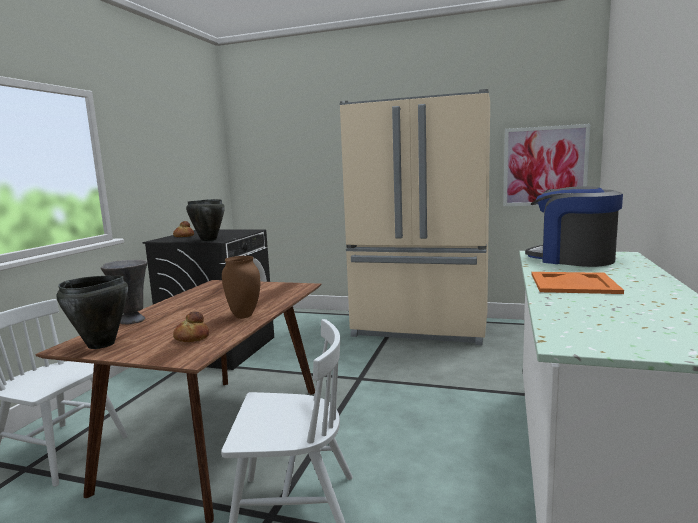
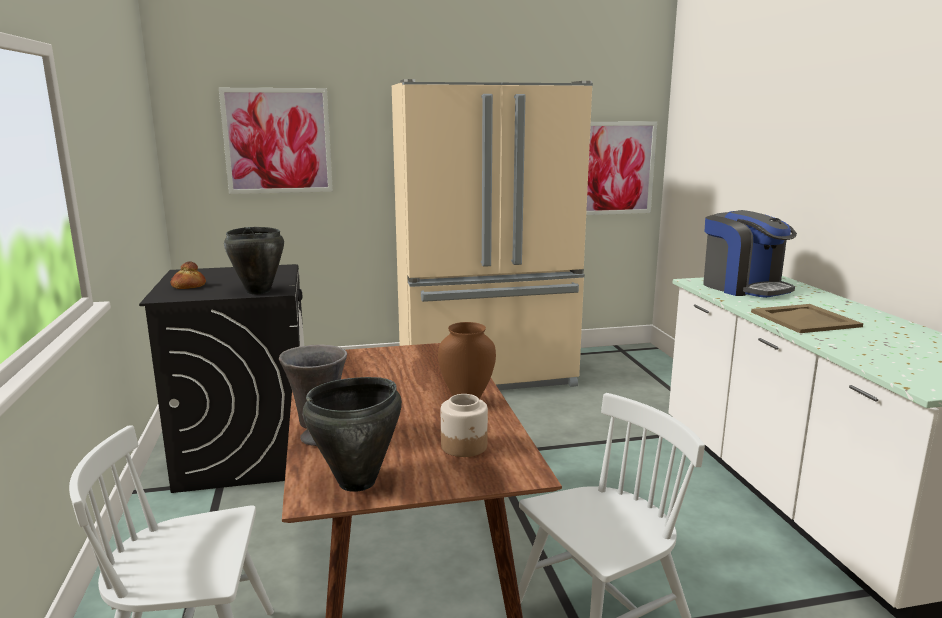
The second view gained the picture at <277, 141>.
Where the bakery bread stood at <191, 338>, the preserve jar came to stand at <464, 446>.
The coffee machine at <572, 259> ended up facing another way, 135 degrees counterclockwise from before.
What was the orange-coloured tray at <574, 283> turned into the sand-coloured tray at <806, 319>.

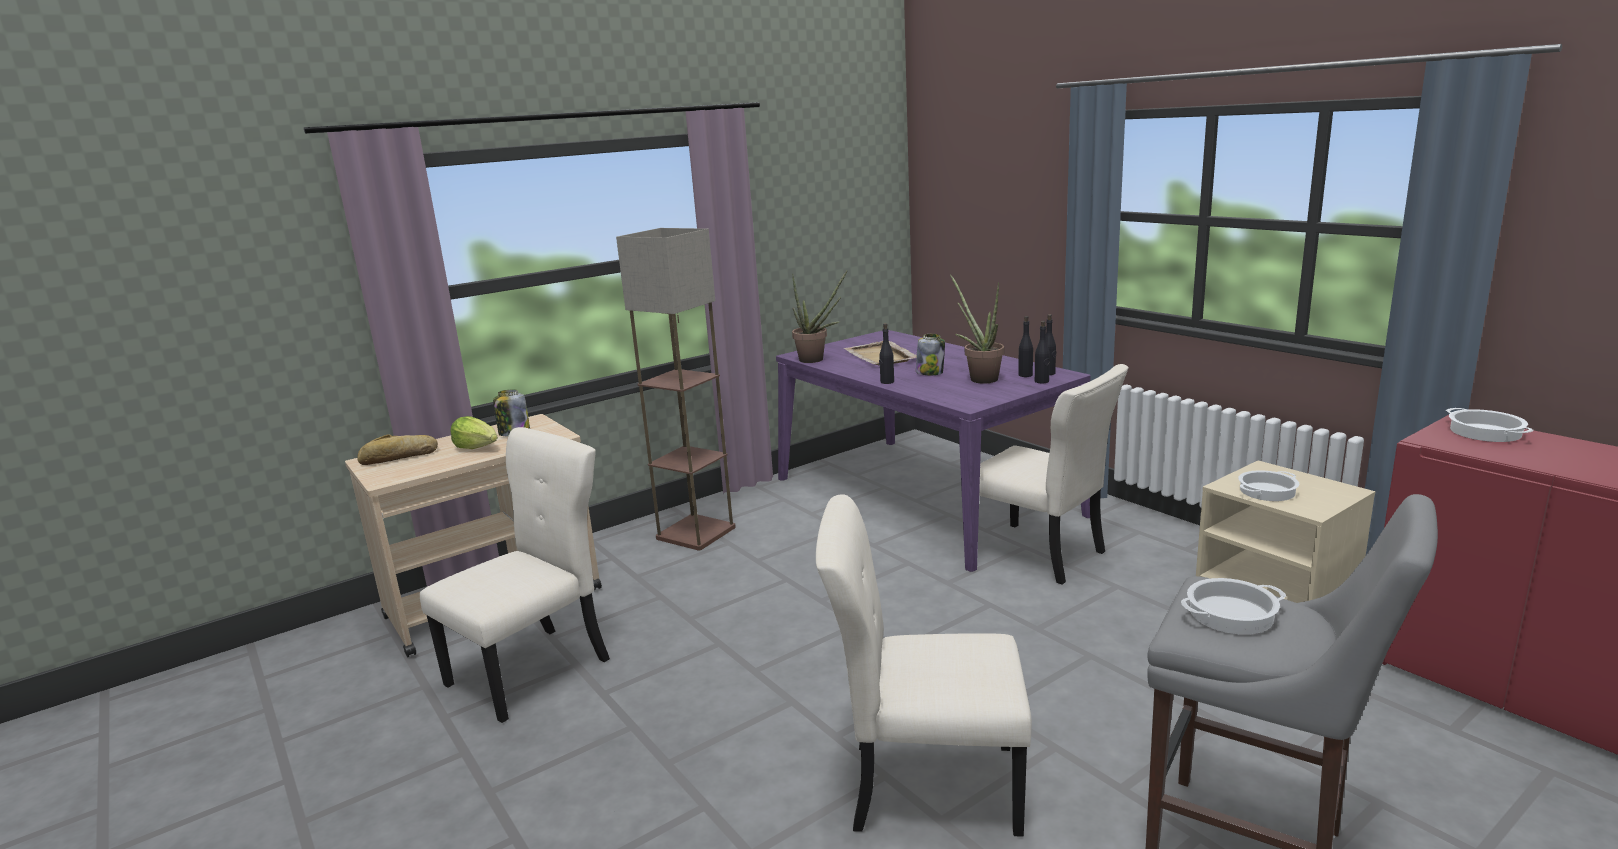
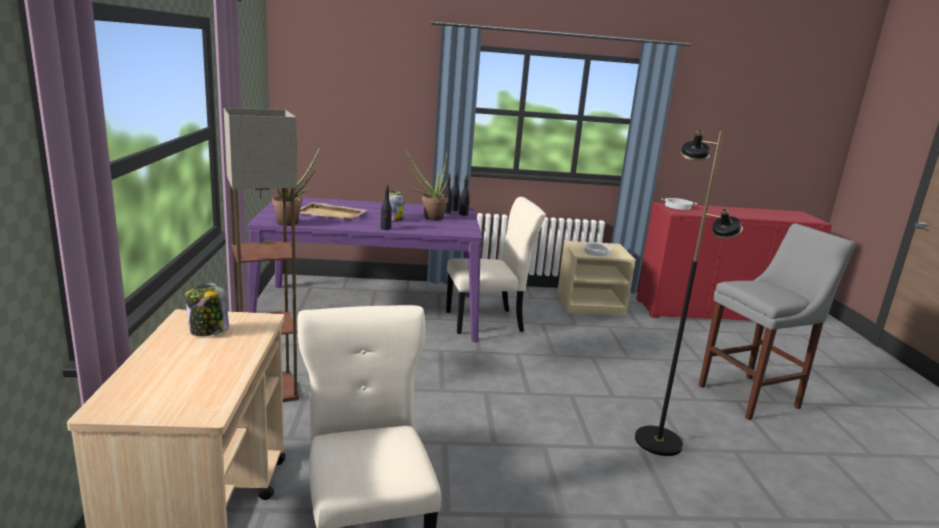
Where the sand-coloured upright chair stood at <926, 786>, the black-coloured standing lamp came to stand at <658, 441>.
The second view lost the bakery bread at <399, 457>.
The second view lost the lettuce at <477, 447>.
The second view lost the saucepot at <1231, 615>.

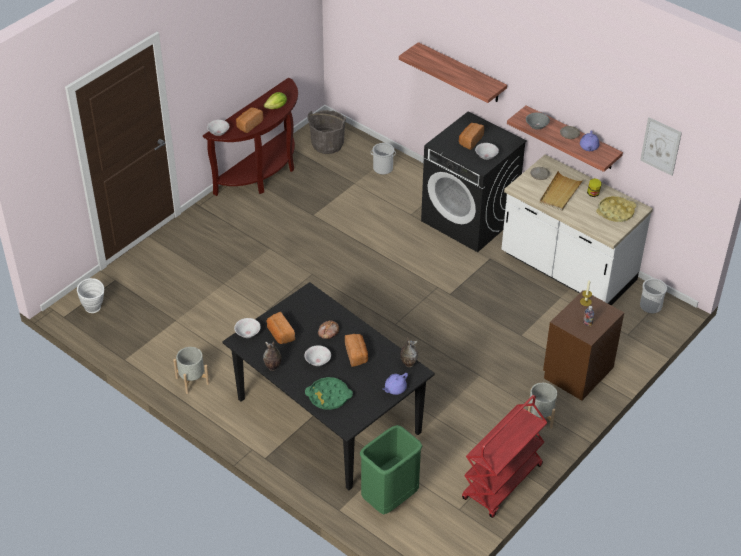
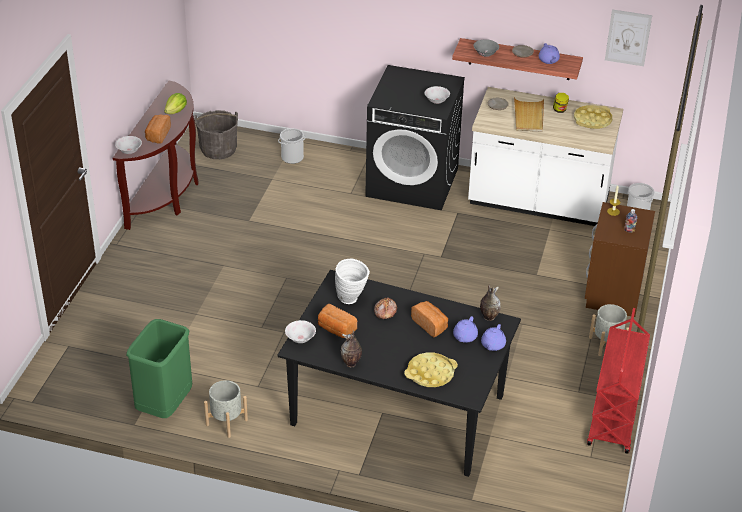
The green-coloured rubbish bin ended up elsewhere, having gone from <389, 498> to <164, 405>.
The white flower vase ended up elsewhere, having gone from <94, 310> to <352, 299>.
What was the green-coloured tray at <328, 396> turned into the yellow tray at <430, 373>.
The second view gained the purple teapot at <464, 337>.
The second view lost the white serving bowl at <317, 362>.
The second view lost the shelf at <461, 73>.
The second view lost the bakery bread at <470, 141>.

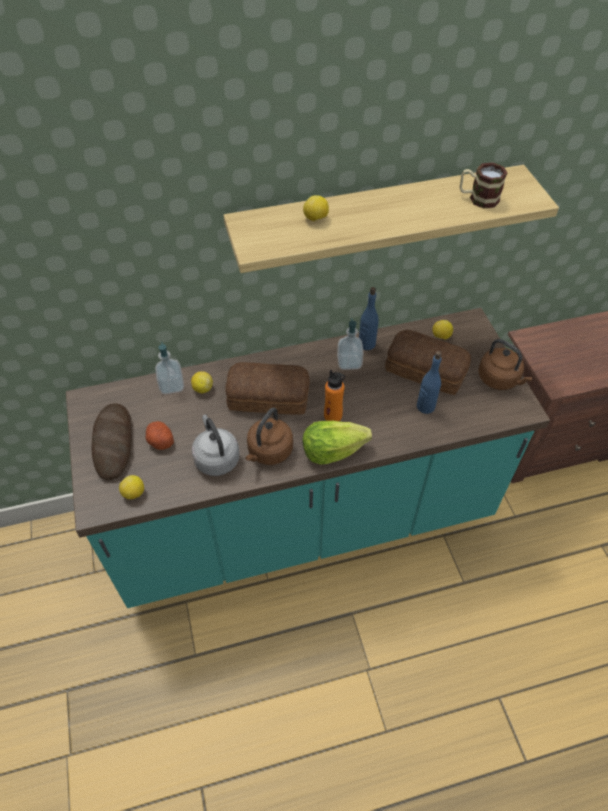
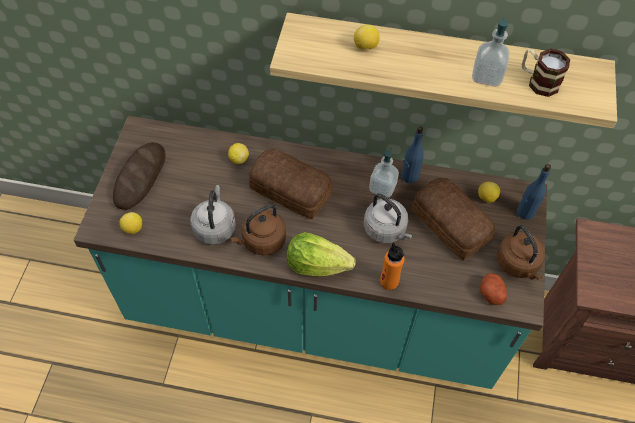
The second view gained the grey kettle at <386, 230>.
The orange-coloured beverage bottle ended up elsewhere, having gone from <333, 416> to <389, 281>.
The soap bottle ended up elsewhere, having gone from <171, 385> to <486, 76>.
The potato ended up elsewhere, having gone from <160, 440> to <491, 293>.
The bluish beverage bottle ended up elsewhere, having gone from <425, 406> to <525, 212>.

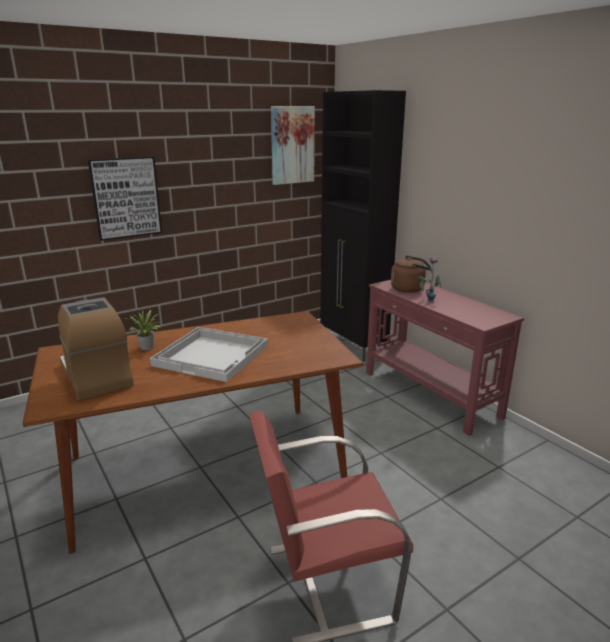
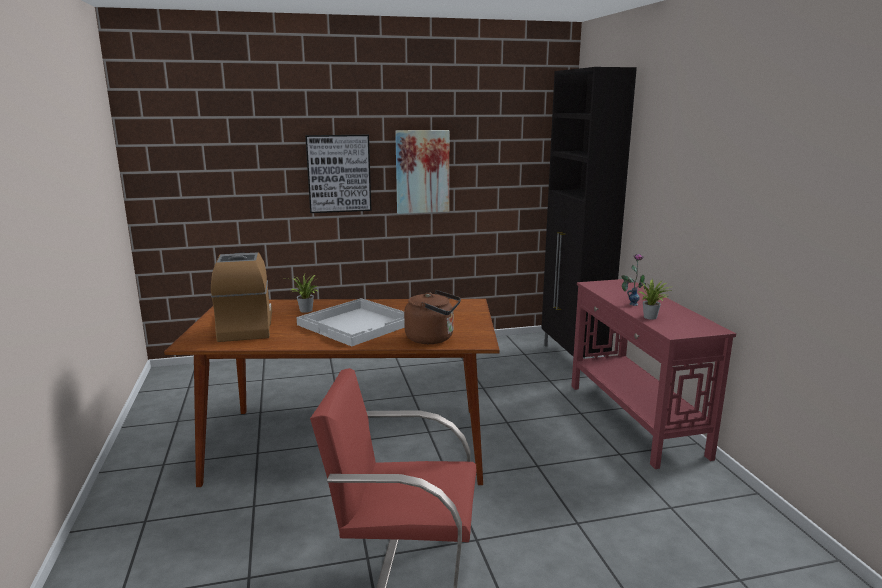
The picture ended up elsewhere, having gone from <292, 145> to <422, 171>.
The brown kettle ended up elsewhere, having gone from <409, 289> to <433, 338>.
The second view gained the plant in a pot at <651, 317>.

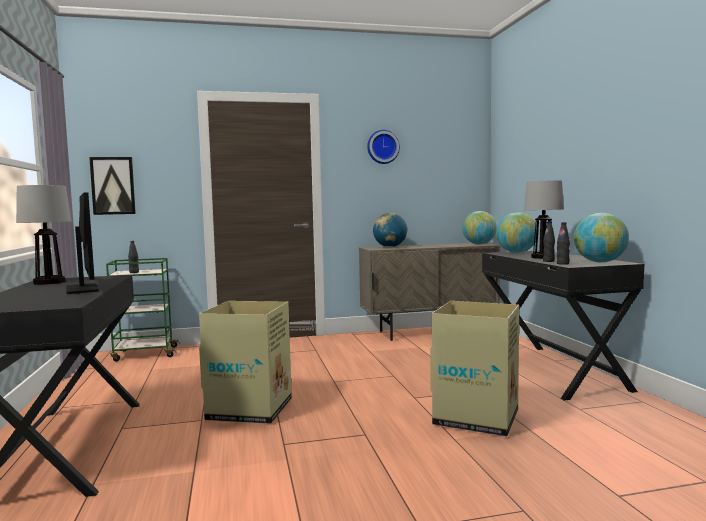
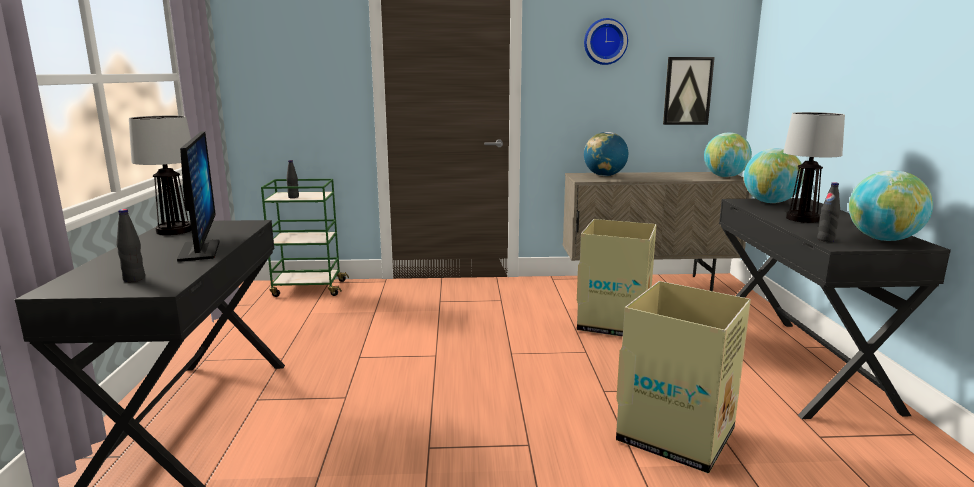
The black-coloured beverage bottle ended up elsewhere, having gone from <548, 261> to <134, 279>.
The packing box ended up elsewhere, having gone from <251, 409> to <614, 323>.
The picture ended up elsewhere, having gone from <113, 186> to <687, 91>.

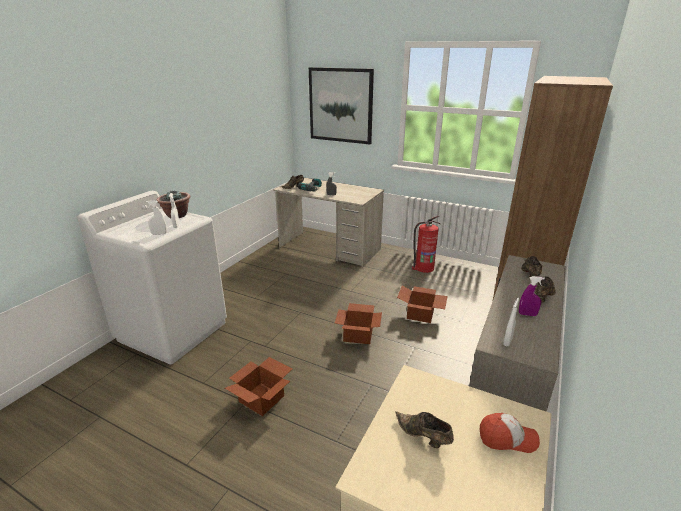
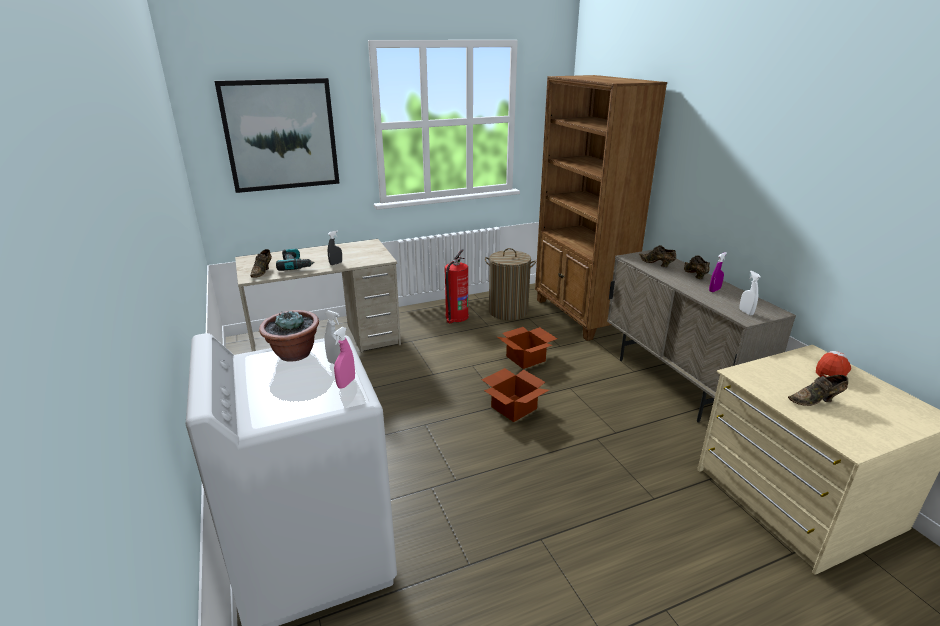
What was the white hand sprayer at <159, 234> turned into the pink hand sprayer at <346, 383>.
The second view gained the hamper at <508, 311>.
The second view lost the packing box at <263, 398>.

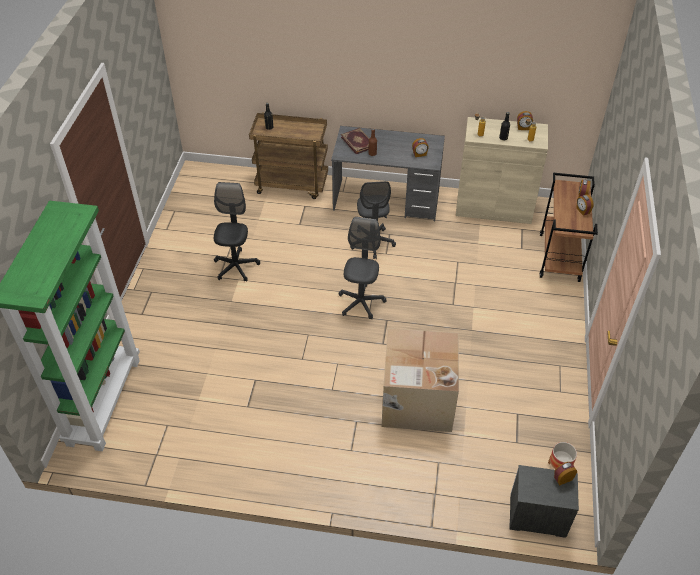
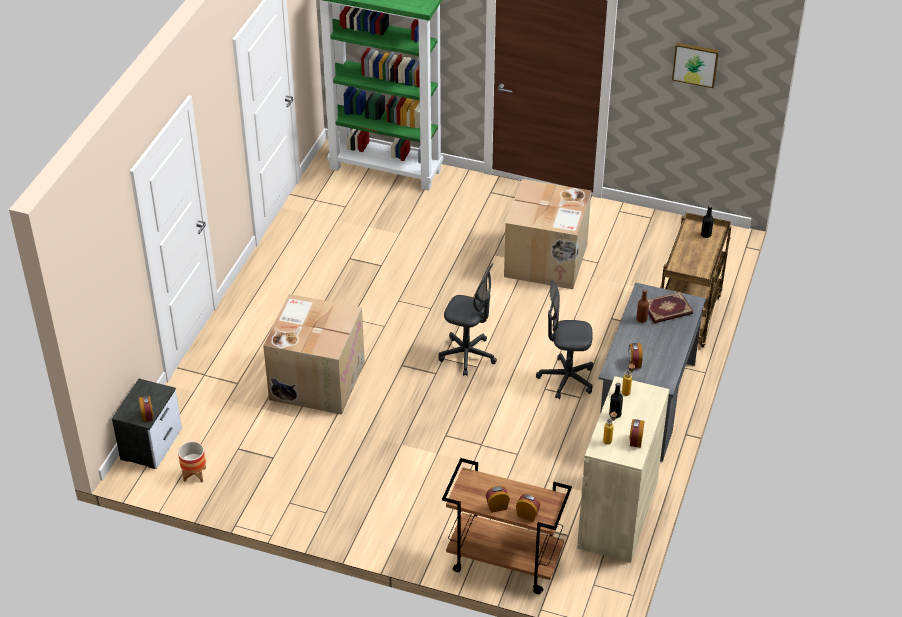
Where the black-coloured computer chair stood at <236, 267>, the packing box came to stand at <546, 261>.
The second view gained the picture at <695, 63>.

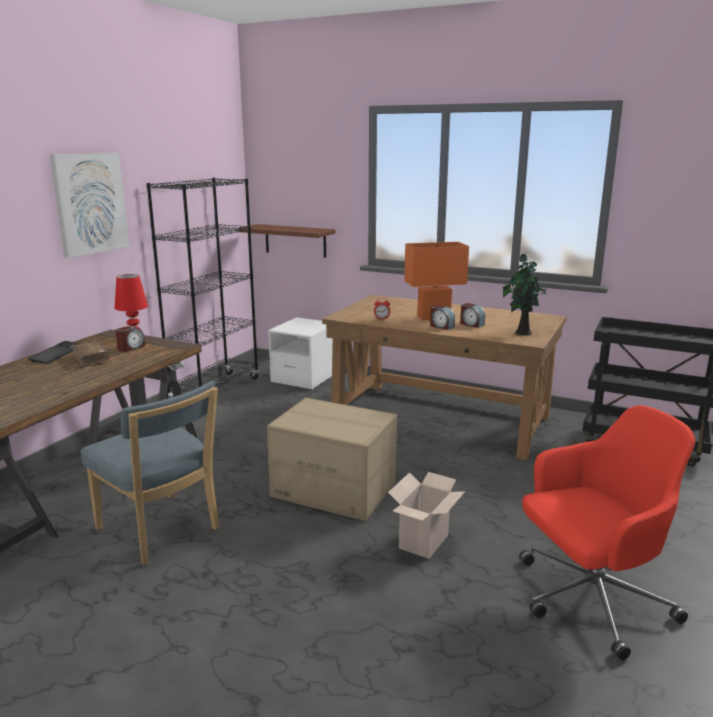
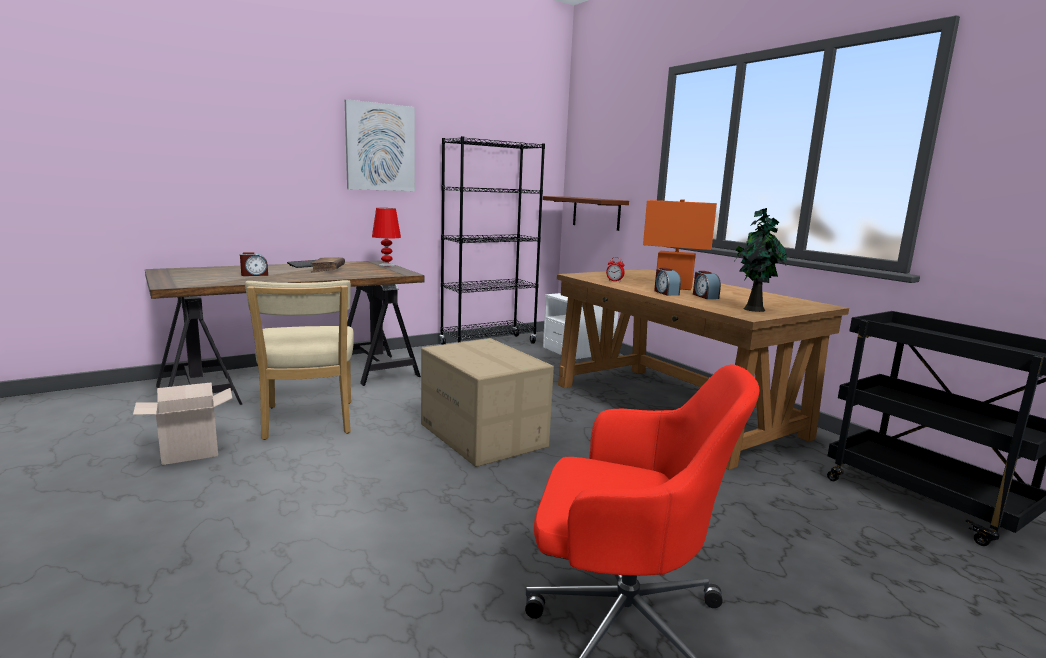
The packing box ended up elsewhere, having gone from <424, 543> to <188, 454>.
The table clock ended up elsewhere, having gone from <131, 348> to <254, 275>.
What was the bluish upright chair at <161, 531> turned into the sand-coloured upright chair at <308, 422>.

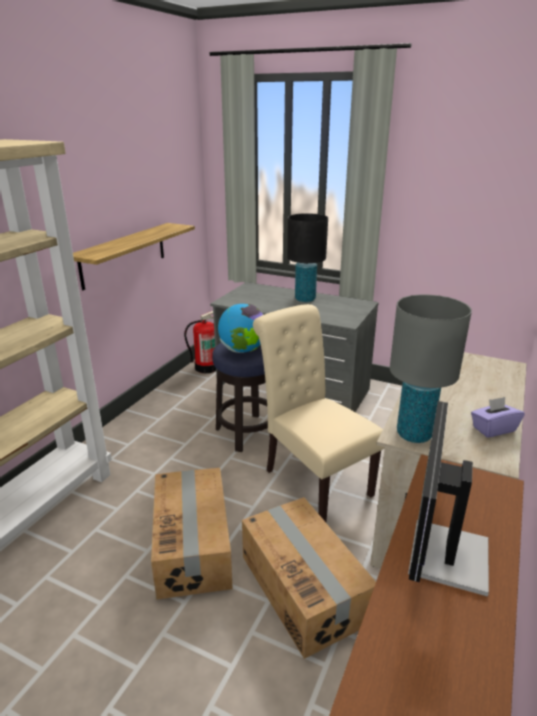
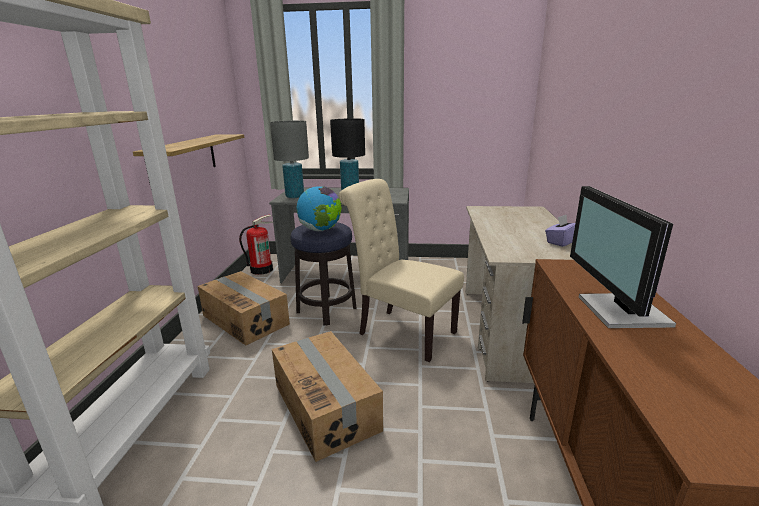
The packing box ended up elsewhere, having gone from <304, 587> to <246, 319>.
The grey lamp for a table ended up elsewhere, having gone from <414, 434> to <295, 196>.

